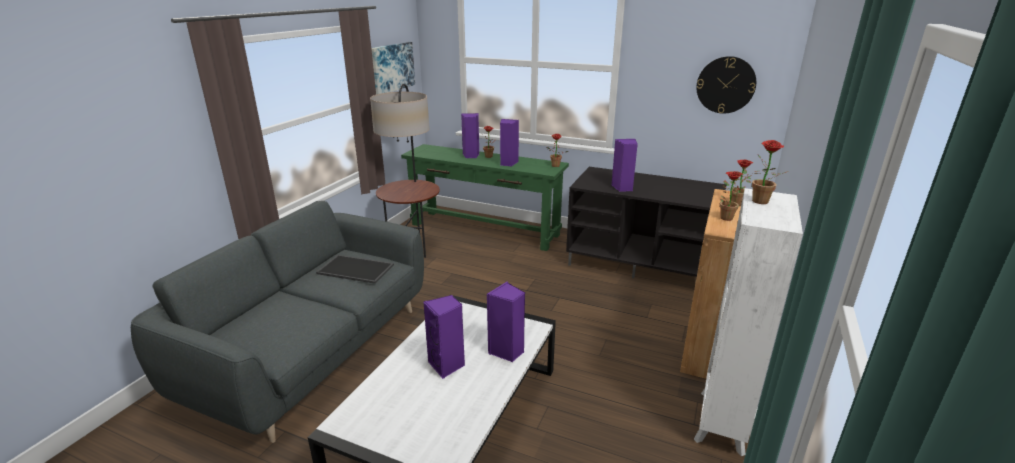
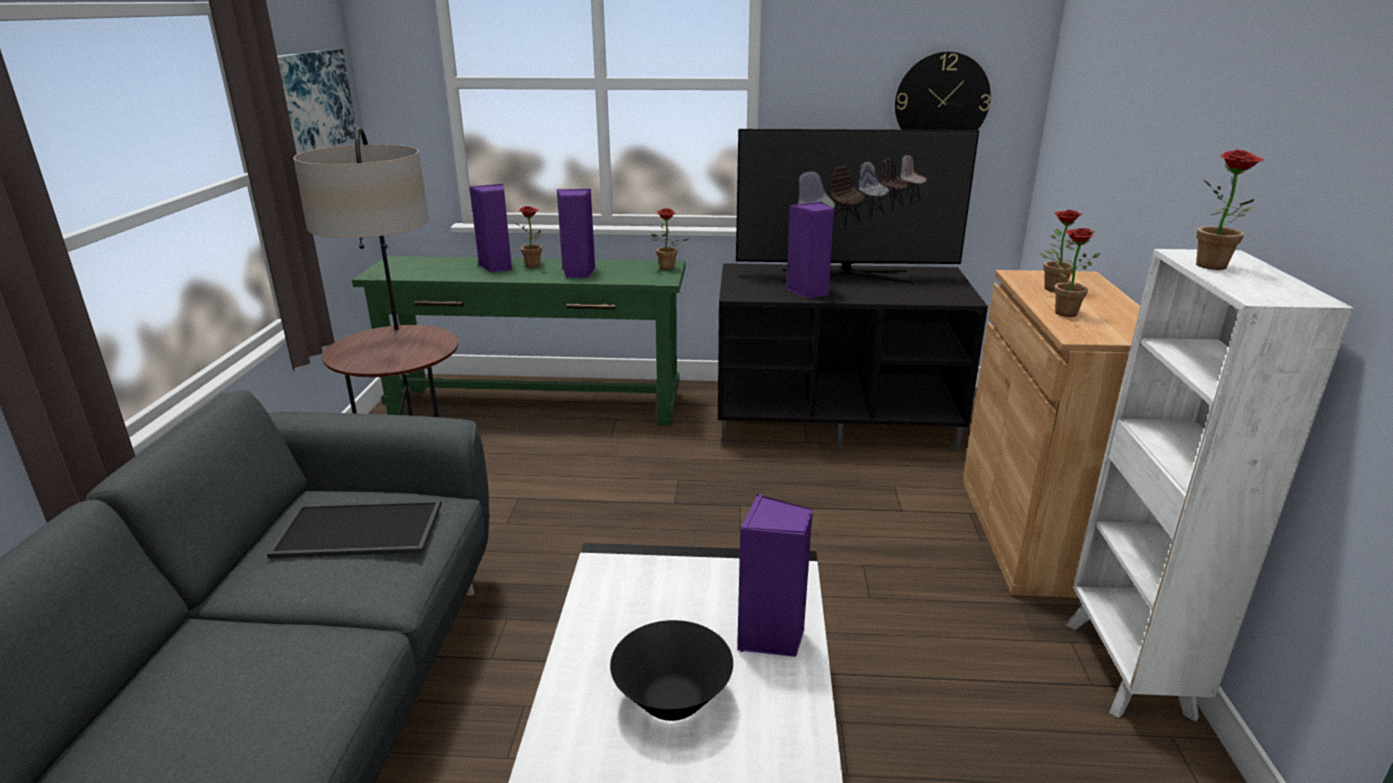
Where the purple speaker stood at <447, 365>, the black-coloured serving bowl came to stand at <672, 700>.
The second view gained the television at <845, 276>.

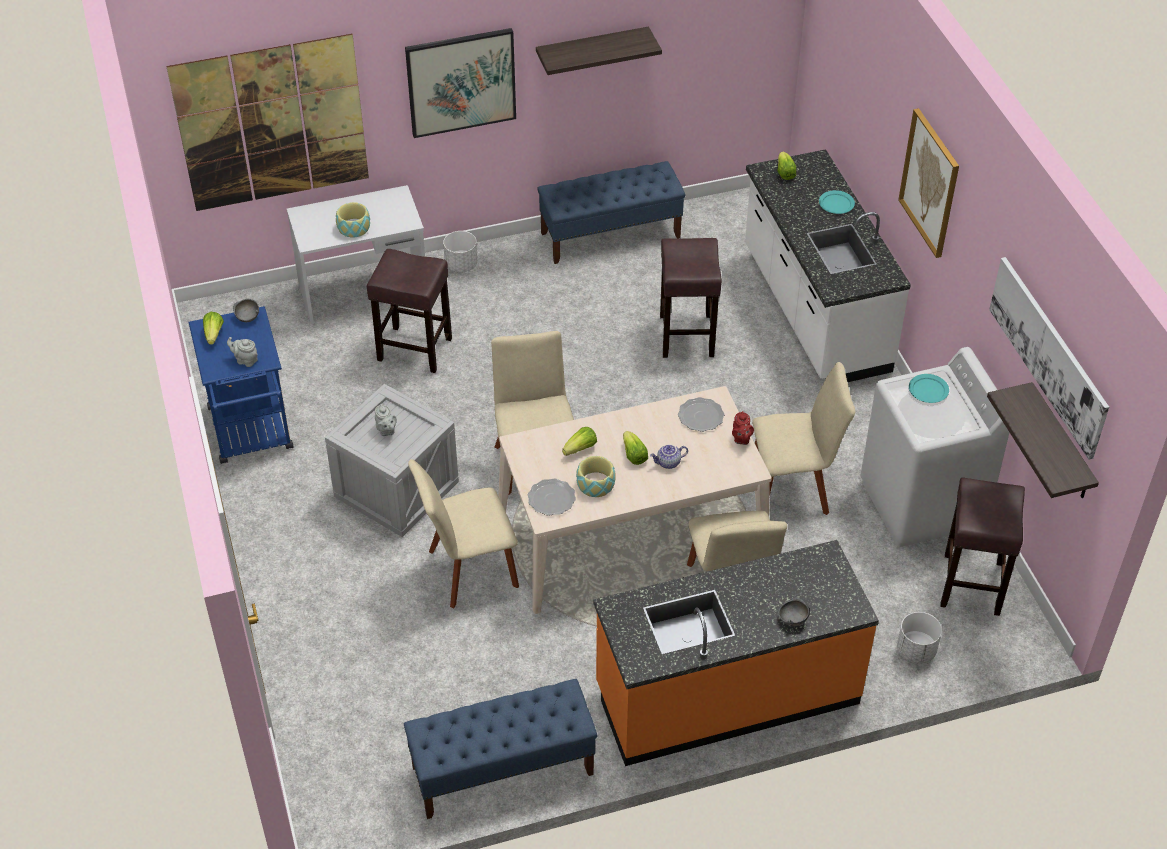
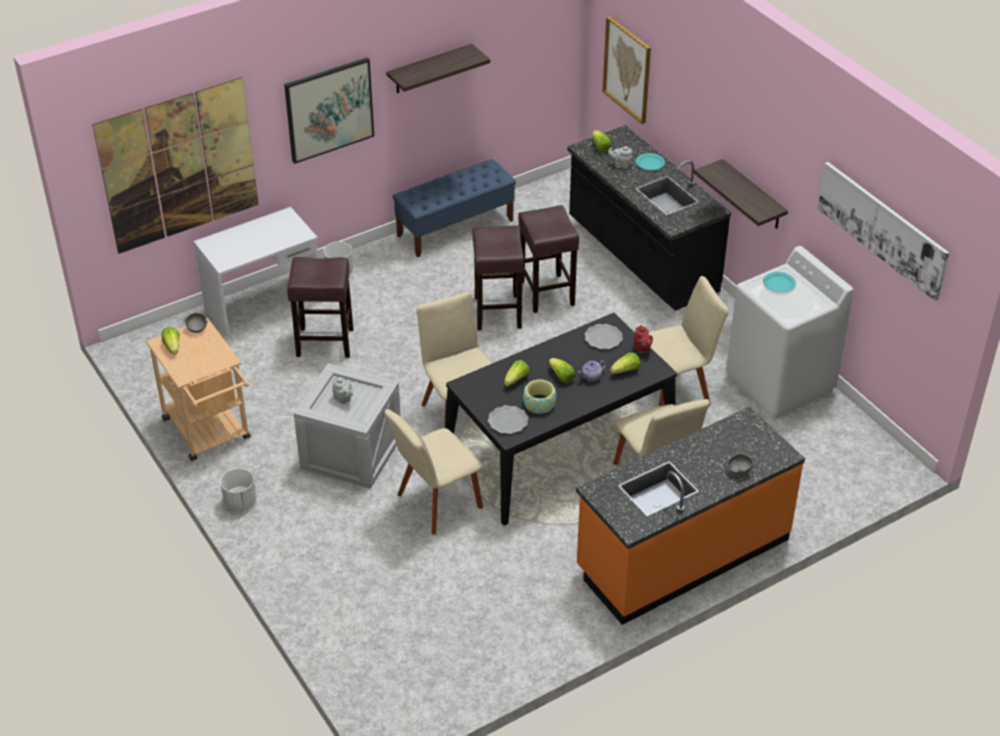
What was the bluish trolley at <252, 434> turned into the sand-coloured trolley at <210, 433>.
The white plant pot ended up elsewhere, having gone from <916, 651> to <240, 502>.
What was the sand-coloured kitchen table at <631, 533> turned into the black-coloured kitchen table at <559, 449>.
The brown stool ended up elsewhere, having gone from <971, 583> to <497, 311>.
What was the white counter at <814, 311> turned into the black-coloured counter at <641, 257>.
The picture ended up elsewhere, having gone from <930, 183> to <627, 69>.
The grey teapot ended up elsewhere, having gone from <245, 360> to <621, 165>.
The second view gained the lettuce at <626, 371>.
The shelf ended up elsewhere, having gone from <1061, 444> to <753, 196>.
The second view lost the serving bowl at <354, 227>.
The second view lost the bluish indoor bench at <502, 770>.

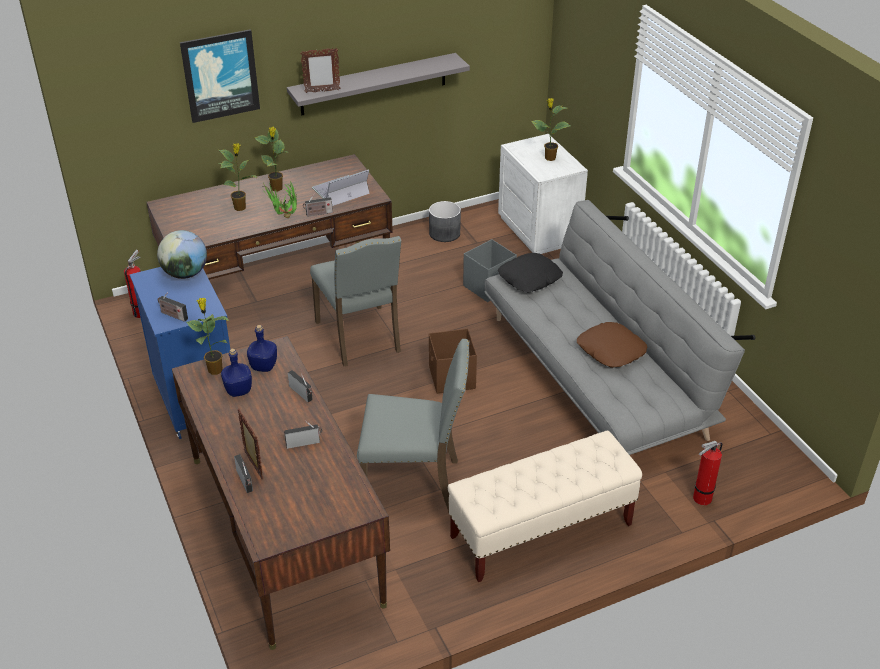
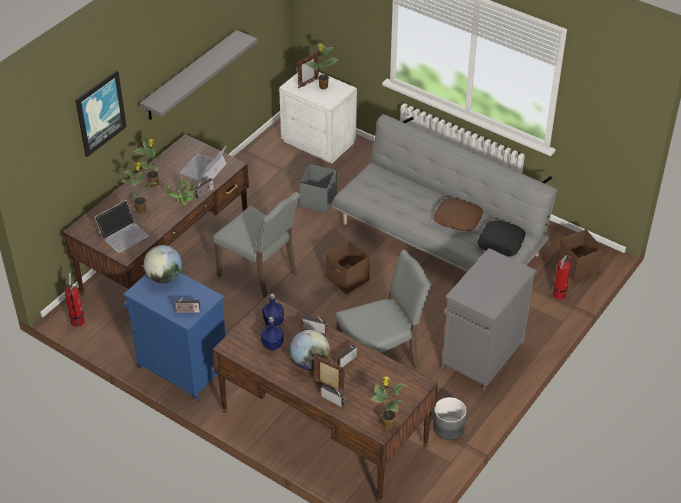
The second view gained the notebook computer at <123, 234>.
The second view gained the world globe at <310, 363>.
The standing frame ended up elsewhere, having gone from <322, 91> to <308, 83>.
The plant in a pot ended up elsewhere, having gone from <214, 369> to <387, 424>.
The grey plant pot ended up elsewhere, having gone from <444, 233> to <449, 427>.
Where the sand-coloured indoor bench stood at <540, 531>, the grey cabinet came to stand at <482, 357>.
The black-coloured cushion ended up elsewhere, having gone from <530, 278> to <501, 242>.
The second view gained the brown storage box at <577, 268>.

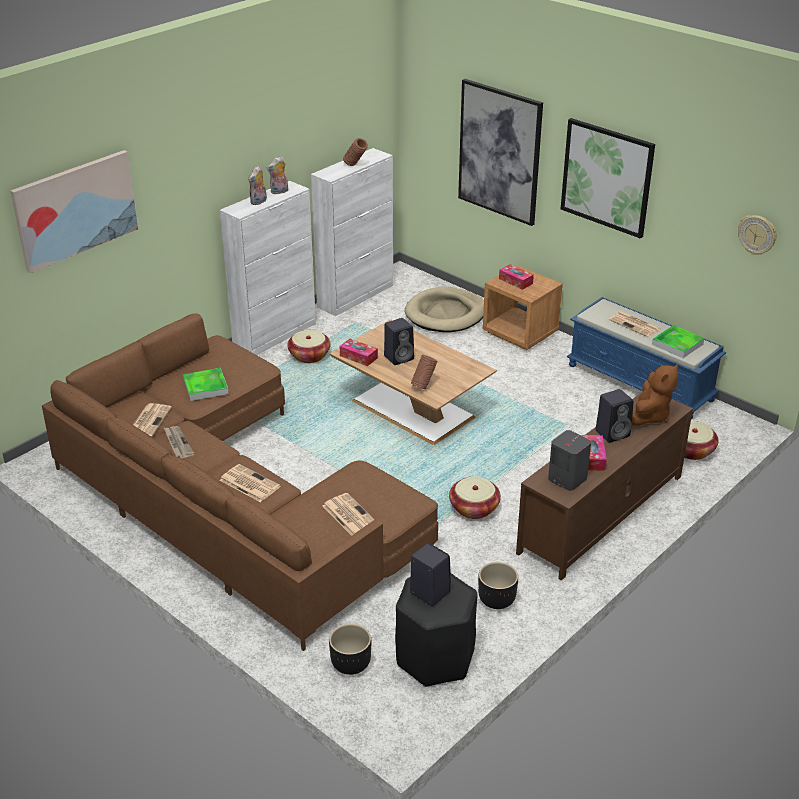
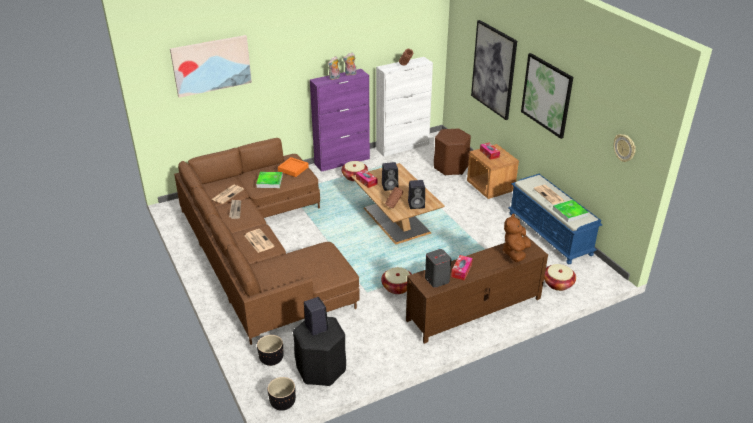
The black-coloured plant pot ended up elsewhere, having gone from <496, 600> to <282, 403>.
The second view gained the orange-coloured tray at <293, 169>.
What was the white cabinet at <275, 335> turned into the purple cabinet at <342, 161>.
The black-coloured speaker ended up elsewhere, having gone from <613, 433> to <417, 205>.
Where the sand-coloured dog bed stood at <446, 314>, the brown stool came to stand at <451, 167>.
The brown soft toy at <649, 416> ended up facing another way, 150 degrees clockwise from before.
The second view lost the printed paper at <349, 515>.

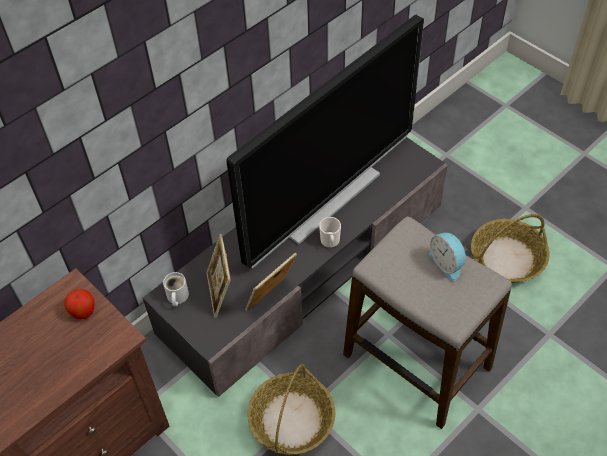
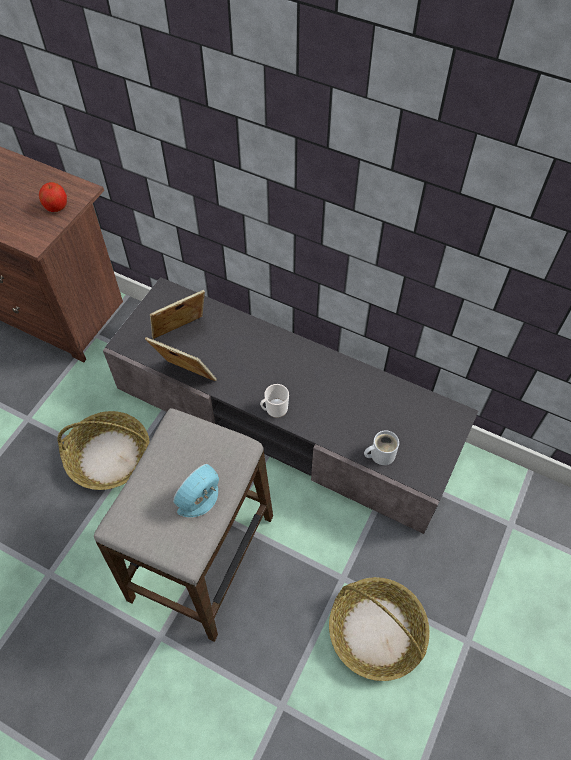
The white tea mug ended up elsewhere, having gone from <176, 297> to <380, 454>.
The second view lost the television at <326, 199>.

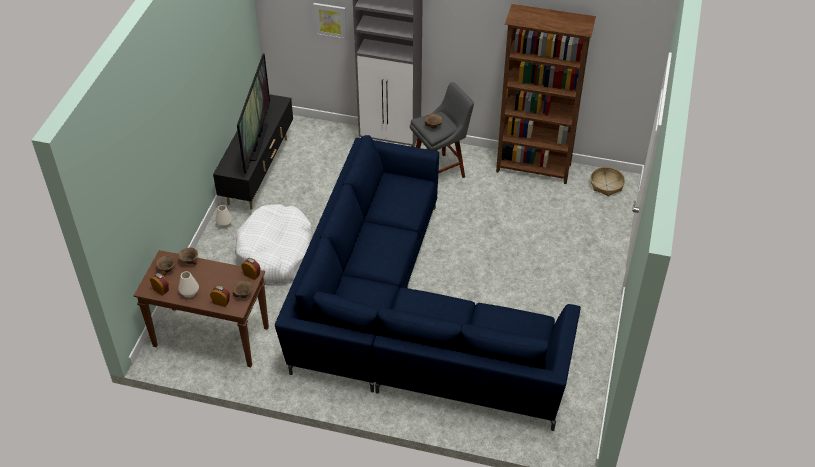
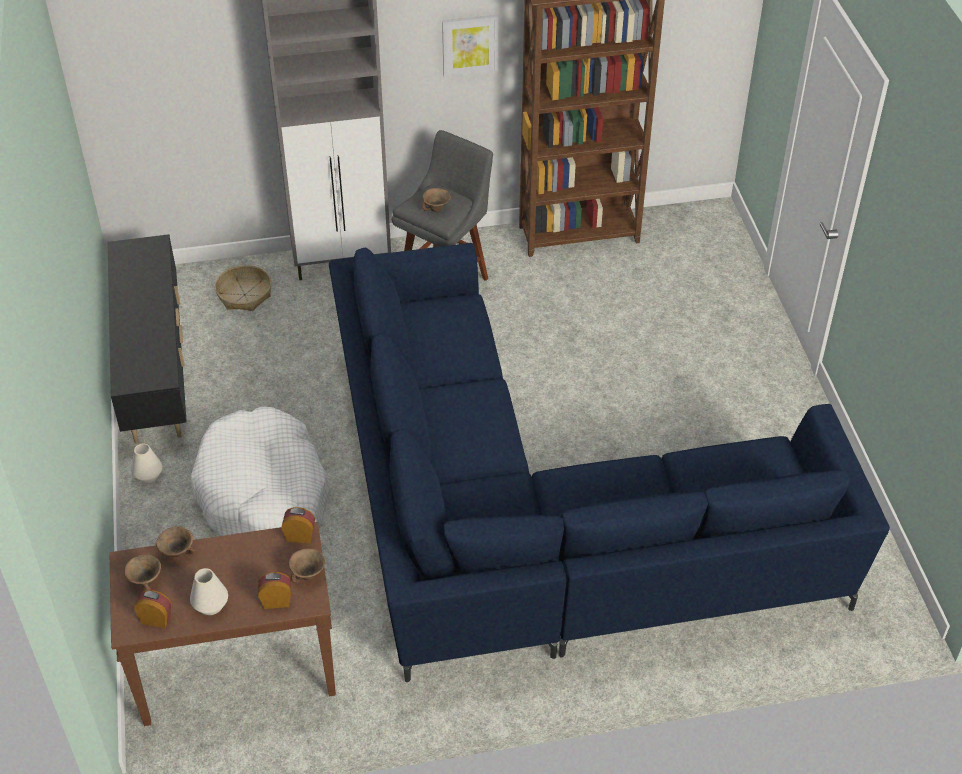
The storage basket ended up elsewhere, having gone from <606, 185> to <245, 295>.
The picture ended up elsewhere, having gone from <330, 20> to <470, 45>.
The second view lost the television at <256, 141>.

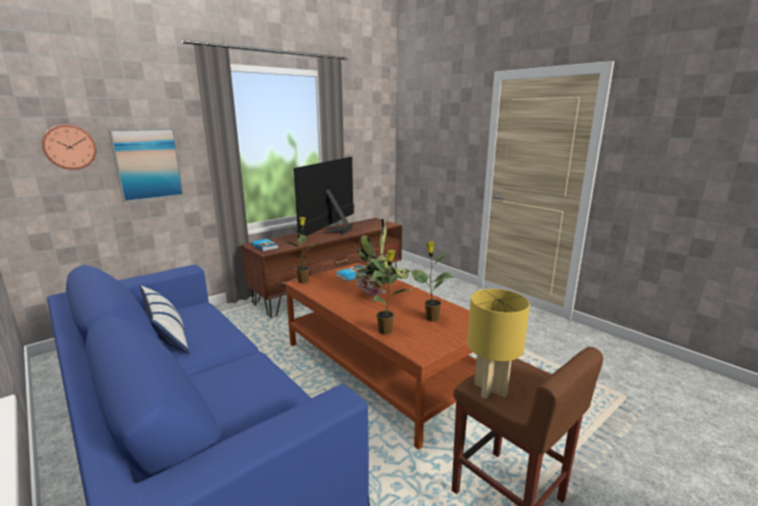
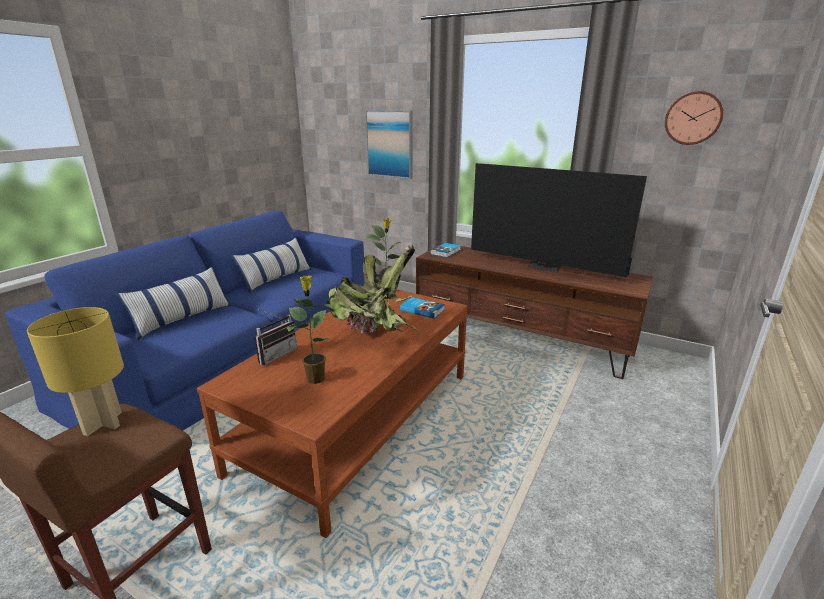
The second view gained the cushion at <182, 319>.
Where the plant in a pot stood at <386, 330>, the radio receiver came to stand at <275, 354>.
The television at <334, 230> ended up facing another way, 150 degrees counterclockwise from before.
The hanging clock ended up elsewhere, having gone from <69, 147> to <693, 118>.

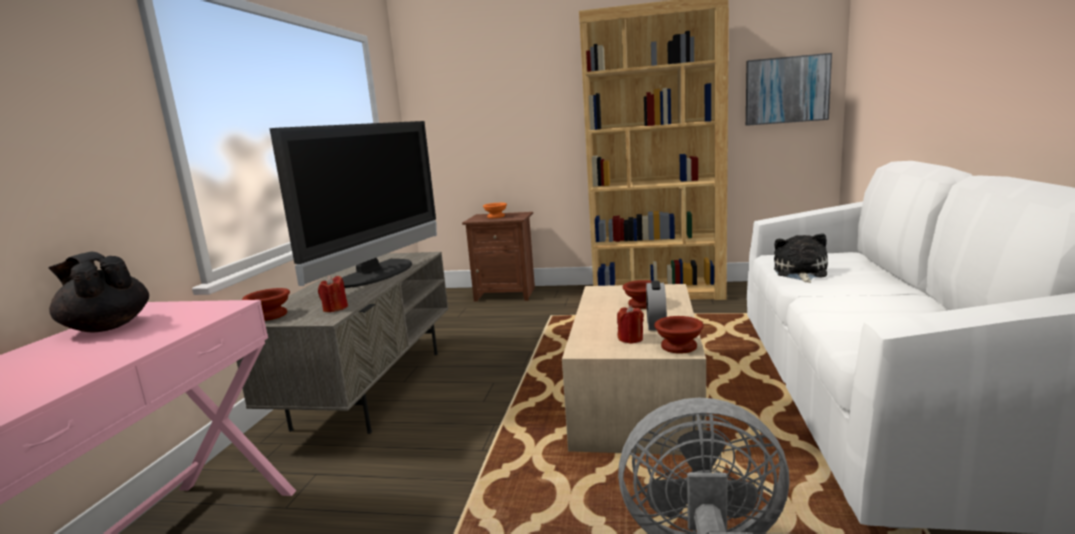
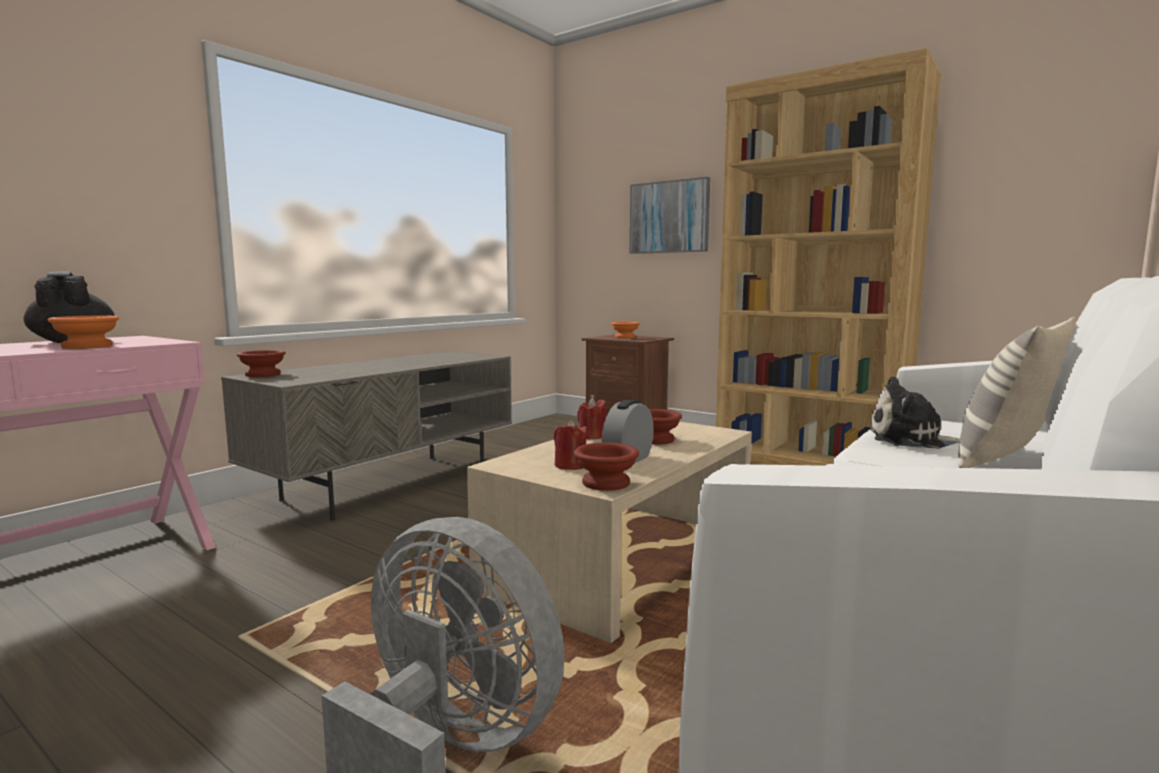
The second view gained the orange-coloured serving bowl at <88, 347>.
The red candle ended up elsewhere, having gone from <335, 308> to <592, 436>.
The picture ended up elsewhere, having gone from <786, 90> to <669, 217>.
The soft toy at <800, 273> ended up facing another way, 120 degrees counterclockwise from before.
The second view gained the cushion at <1005, 461>.
The second view lost the television at <377, 274>.

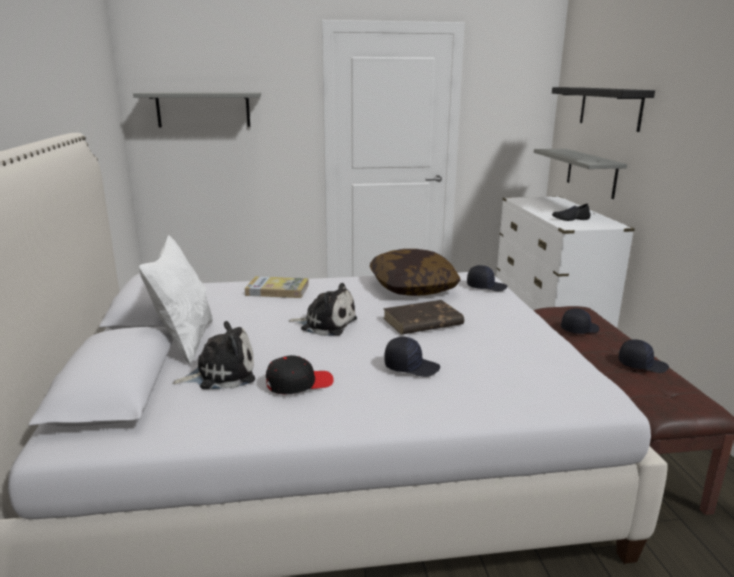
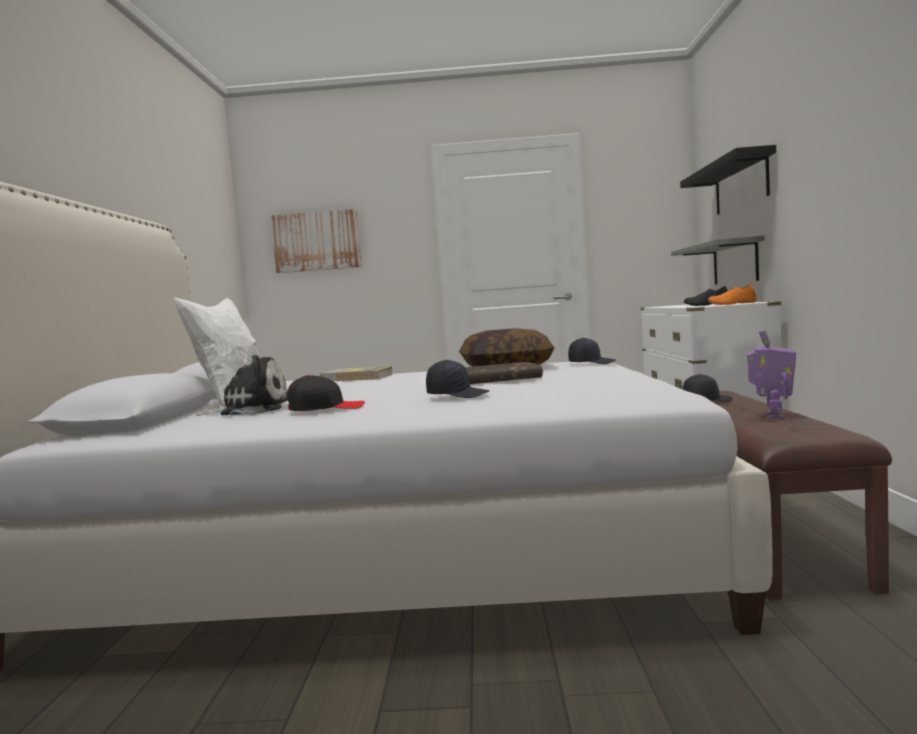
Where the grey shelf hung at <203, 109>, the picture came to hang at <316, 241>.
The second view gained the orange-coloured item of footwear at <732, 304>.
Where the black-coloured peaked cap stood at <641, 365>, the model robot came to stand at <772, 416>.
The second view lost the soft toy at <326, 324>.

